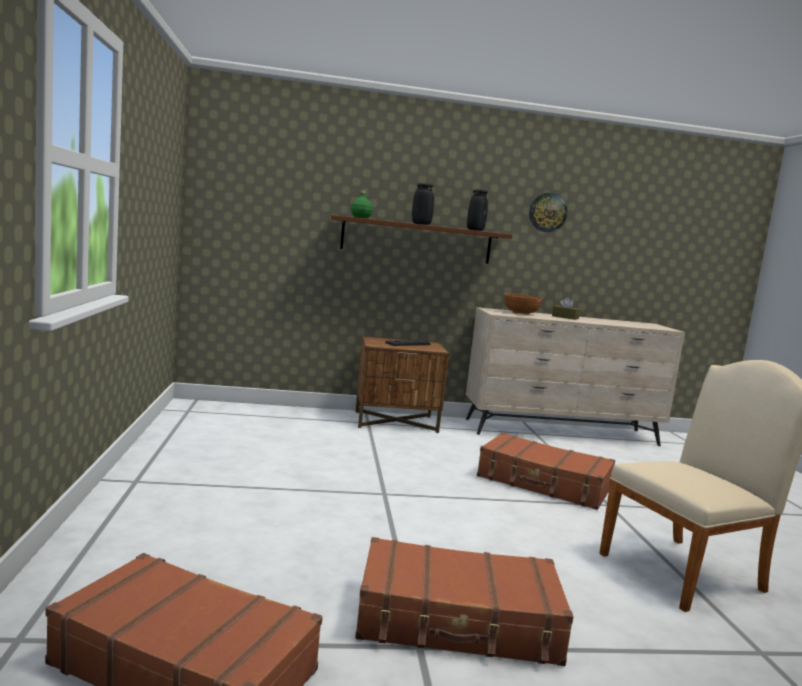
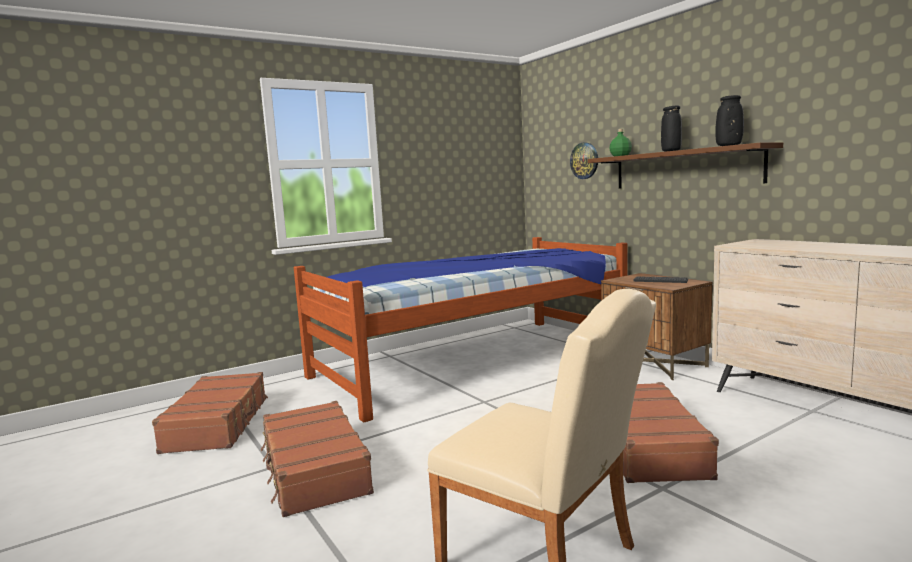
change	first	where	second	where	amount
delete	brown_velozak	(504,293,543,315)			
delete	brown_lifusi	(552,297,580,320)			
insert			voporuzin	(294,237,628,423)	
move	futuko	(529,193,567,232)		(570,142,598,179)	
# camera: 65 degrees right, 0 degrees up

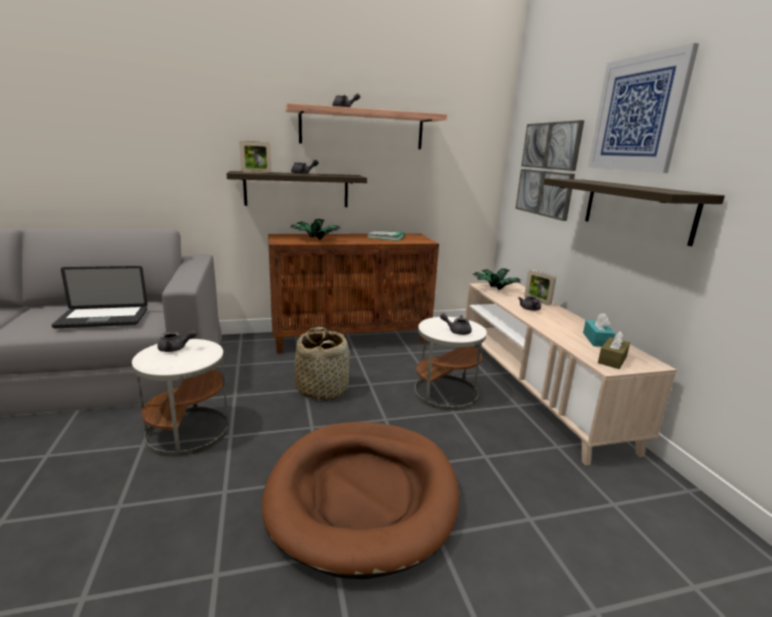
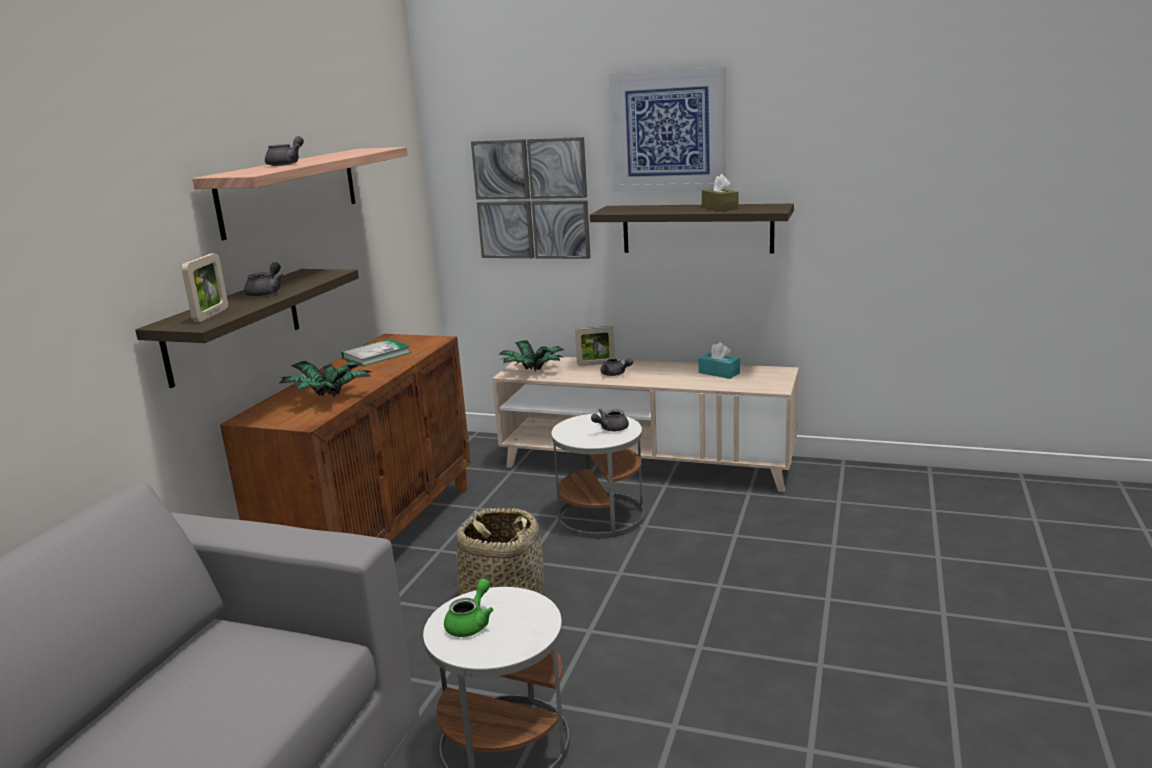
change	first	where	second	where	amount
delete	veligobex	(52,266,148,328)			
delete	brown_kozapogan	(262,422,459,579)			
move	brown_lifusi	(598,331,630,369)		(702,174,739,211)	
recolor	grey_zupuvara	(158,330,197,352)	green_zupuvara	(444,578,493,637)	
# camera: 55 degrees left, 0 degrees up

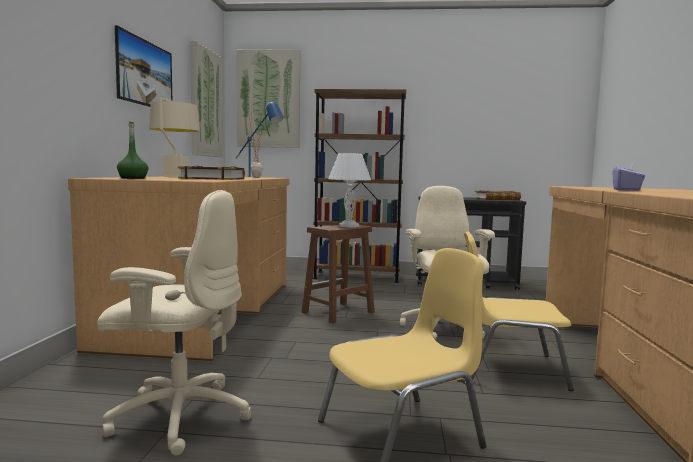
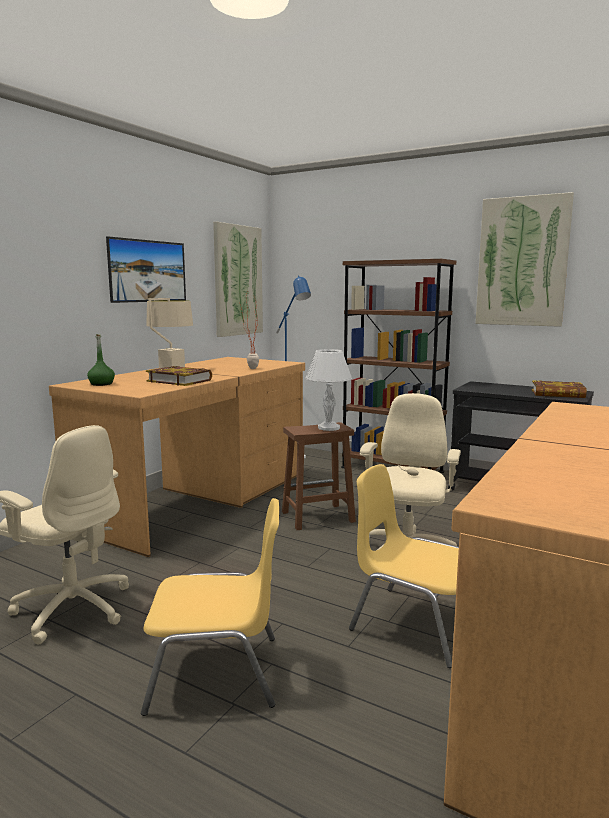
change	first	where	second	where	amount
delete	purple_lifusi	(613,161,645,191)			
move	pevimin	(237,49,300,148)		(475,192,574,327)	
# camera: 25 degrees right, 5 degrees up

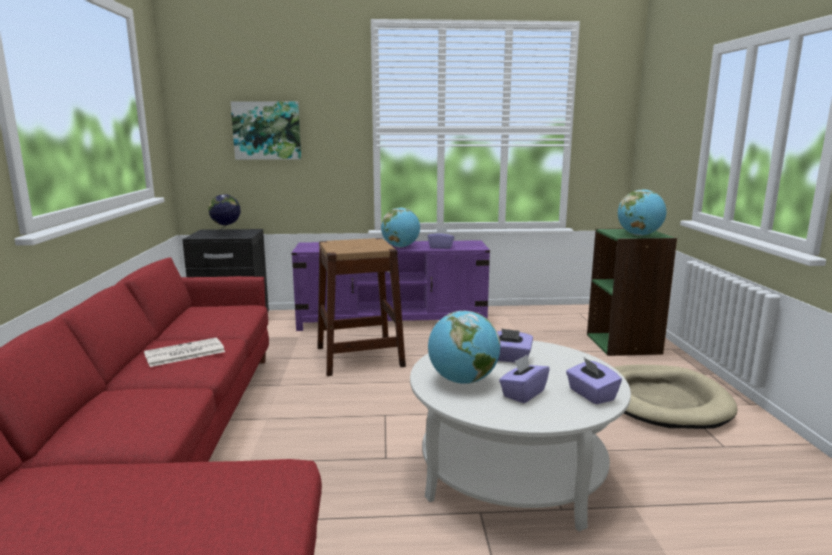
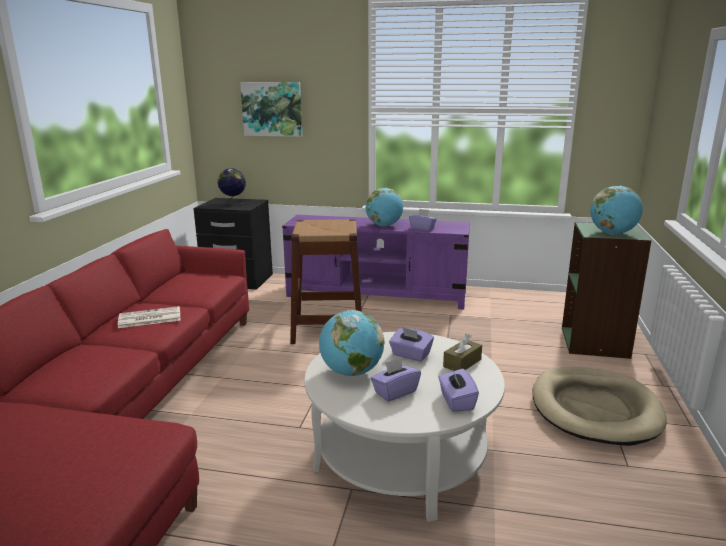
change	first	where	second	where	amount
insert			brown_lifusi	(443,334,482,371)	
# camera: 15 degrees right, 5 degrees up

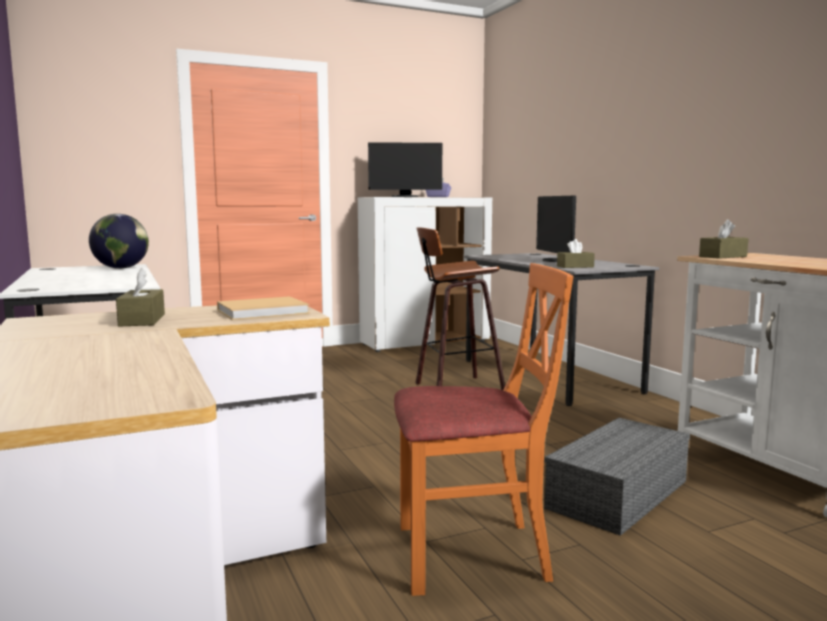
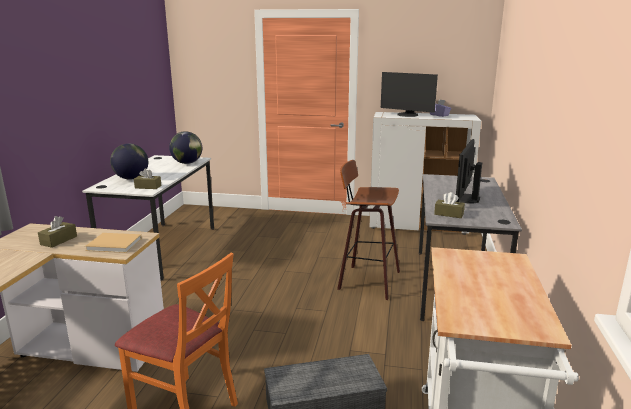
change	first	where	second	where	amount
insert			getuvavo	(110,143,148,180)	
move	brown_lifusi	(699,219,749,259)		(134,168,162,189)	
# camera: 35 degrees right, 10 degrees up

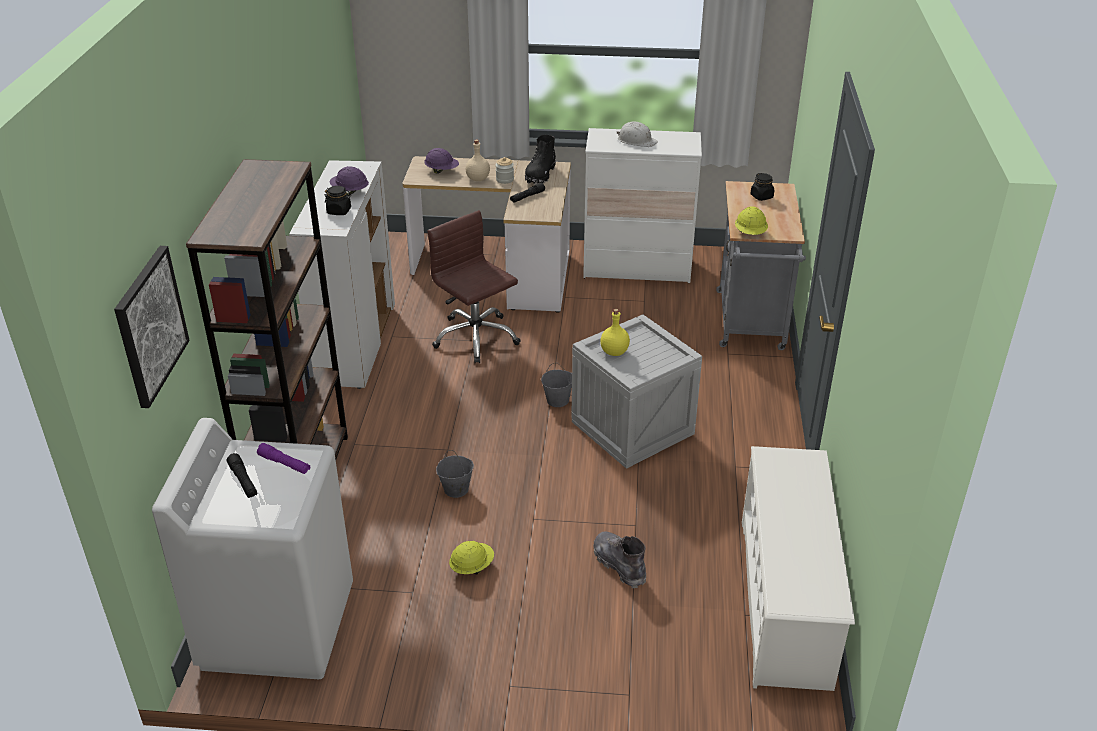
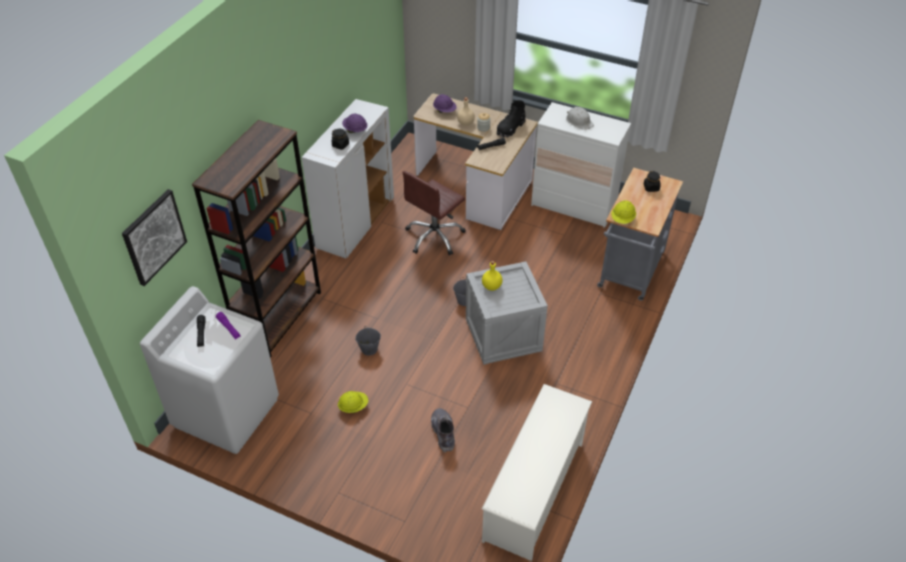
change	first	where	second	where	amount
rotate	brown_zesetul	(428,210,521,364)		(403,171,466,255)	120 degrees counterclockwise
# camera: 20 degrees right, 10 degrees up

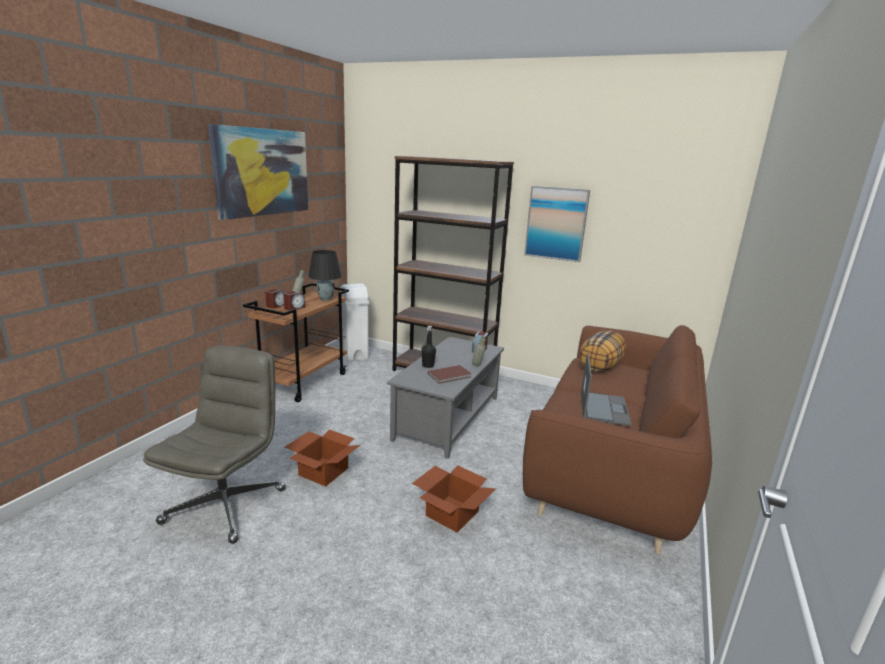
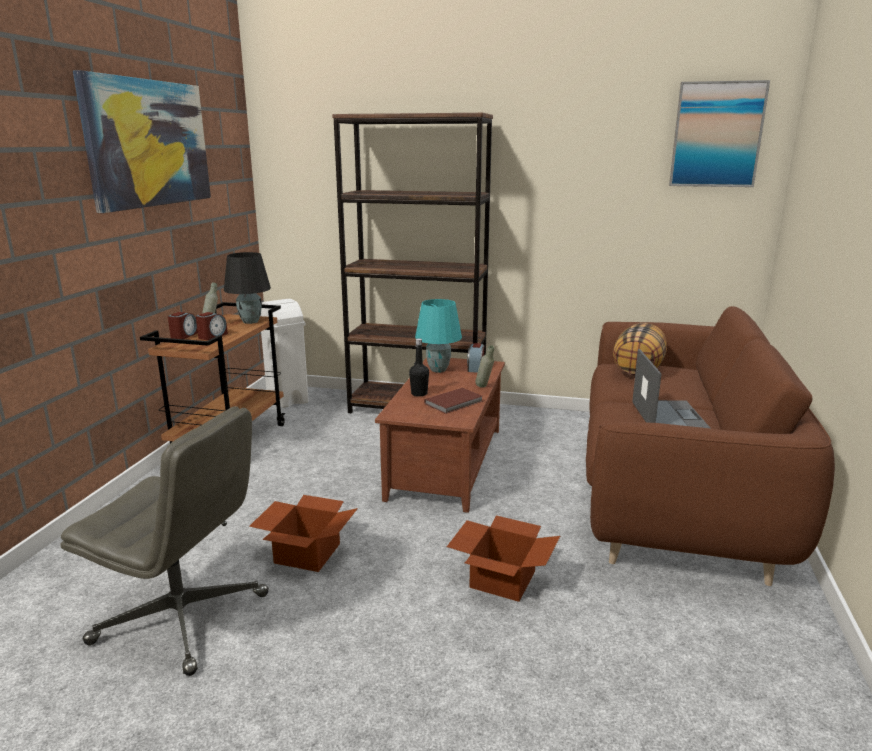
change	first	where	second	where	amount
insert			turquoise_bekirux	(415,299,462,373)	
move	pevimin	(524,186,590,262)		(669,80,770,187)	
recolor	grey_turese	(387,337,504,459)	brown_turese	(375,357,505,513)	
rotate	grey_zesetul	(143,345,286,544)		(61,406,269,676)	105 degrees clockwise
# camera: 10 degrees left, 0 degrees up

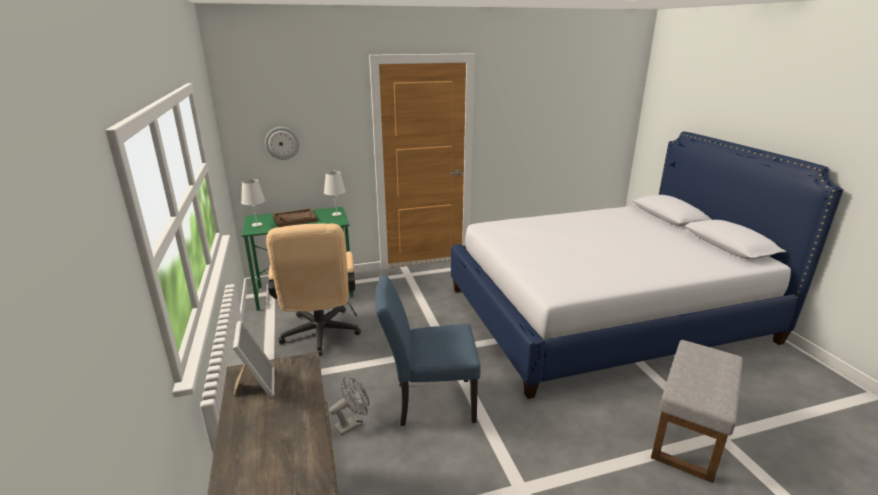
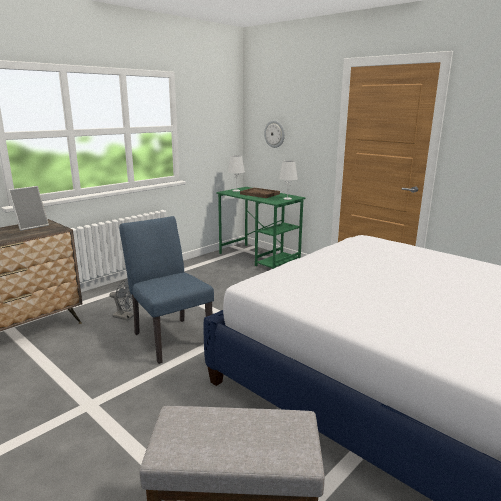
change	first	where	second	where	amount
delete	beige_zesetul	(266,223,361,356)			
# camera: 60 degrees right, 5 degrees down

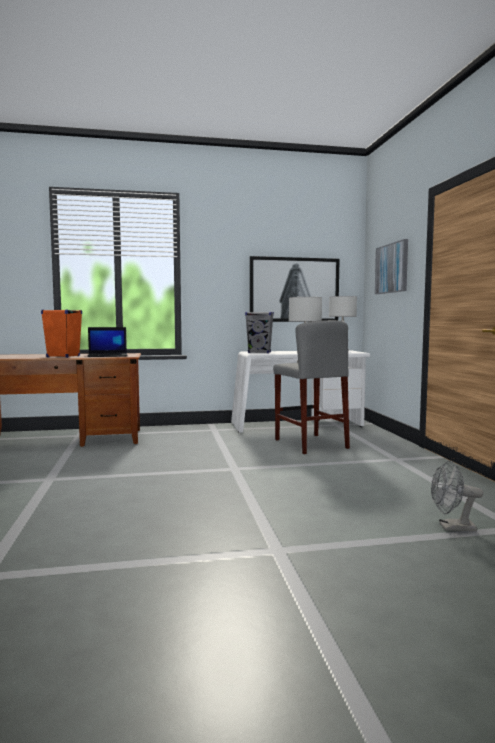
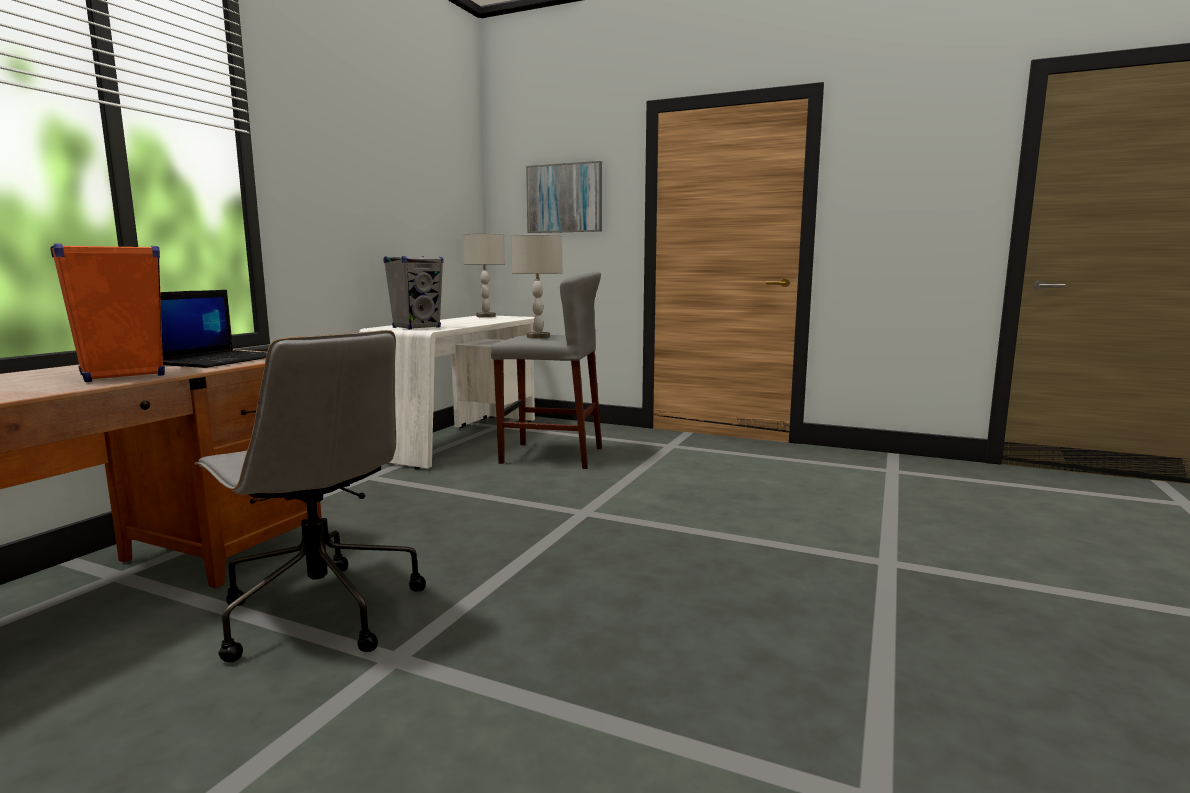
change	first	where	second	where	amount
delete	pevimin	(250,256,340,322)			
delete	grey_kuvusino	(431,461,483,531)			
insert			grey_zesetul	(195,330,426,663)	
# camera: 55 degrees left, 5 degrees up

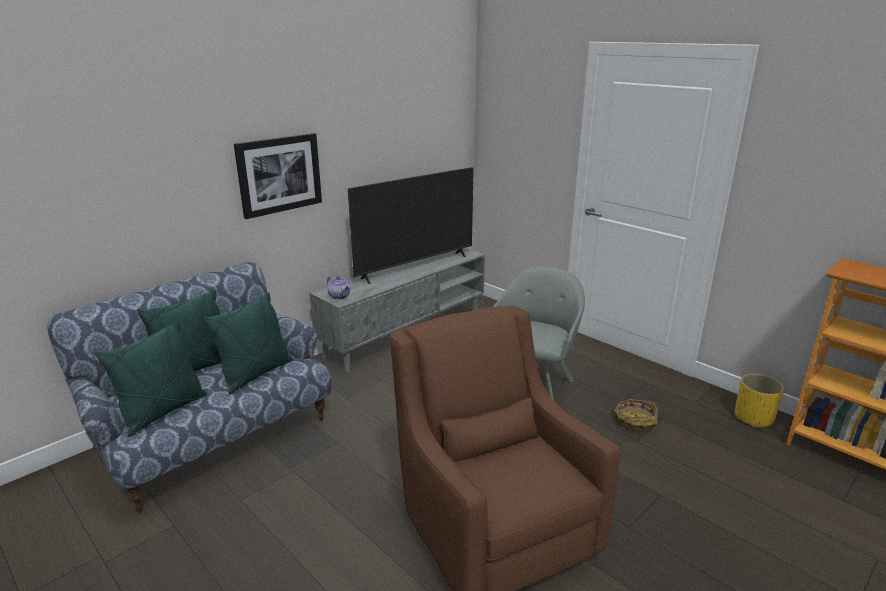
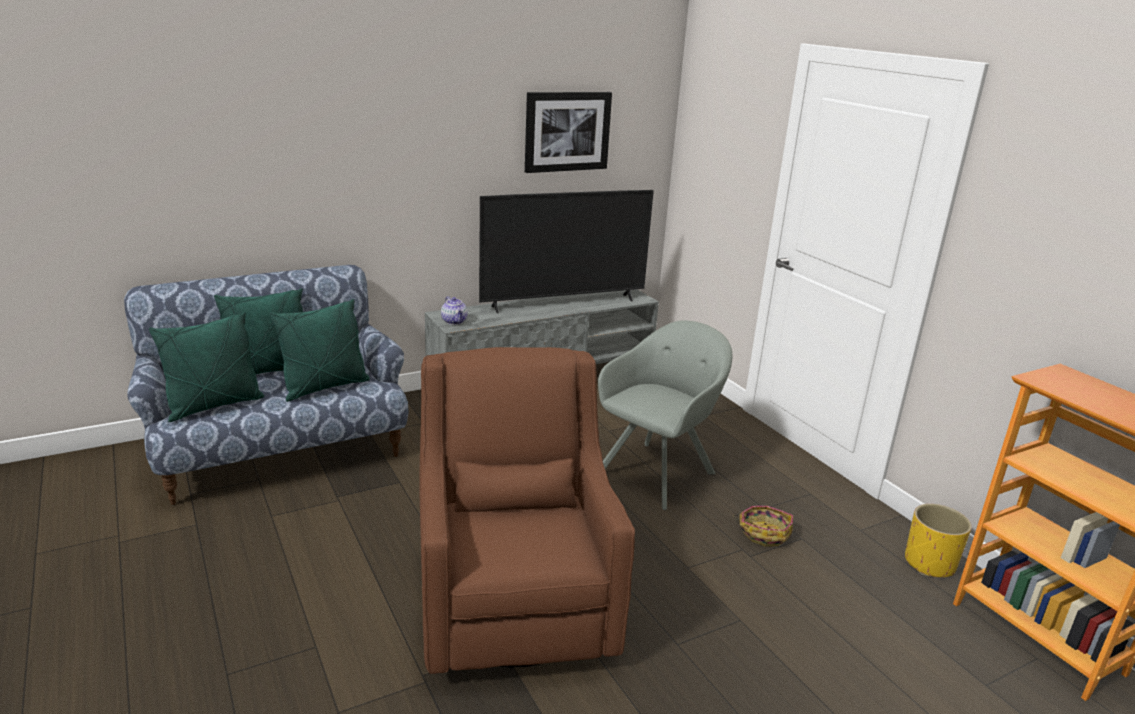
change	first	where	second	where	amount
move	pevimin	(234,133,322,219)		(525,92,612,173)	
# camera: 15 degrees right, 0 degrees up

